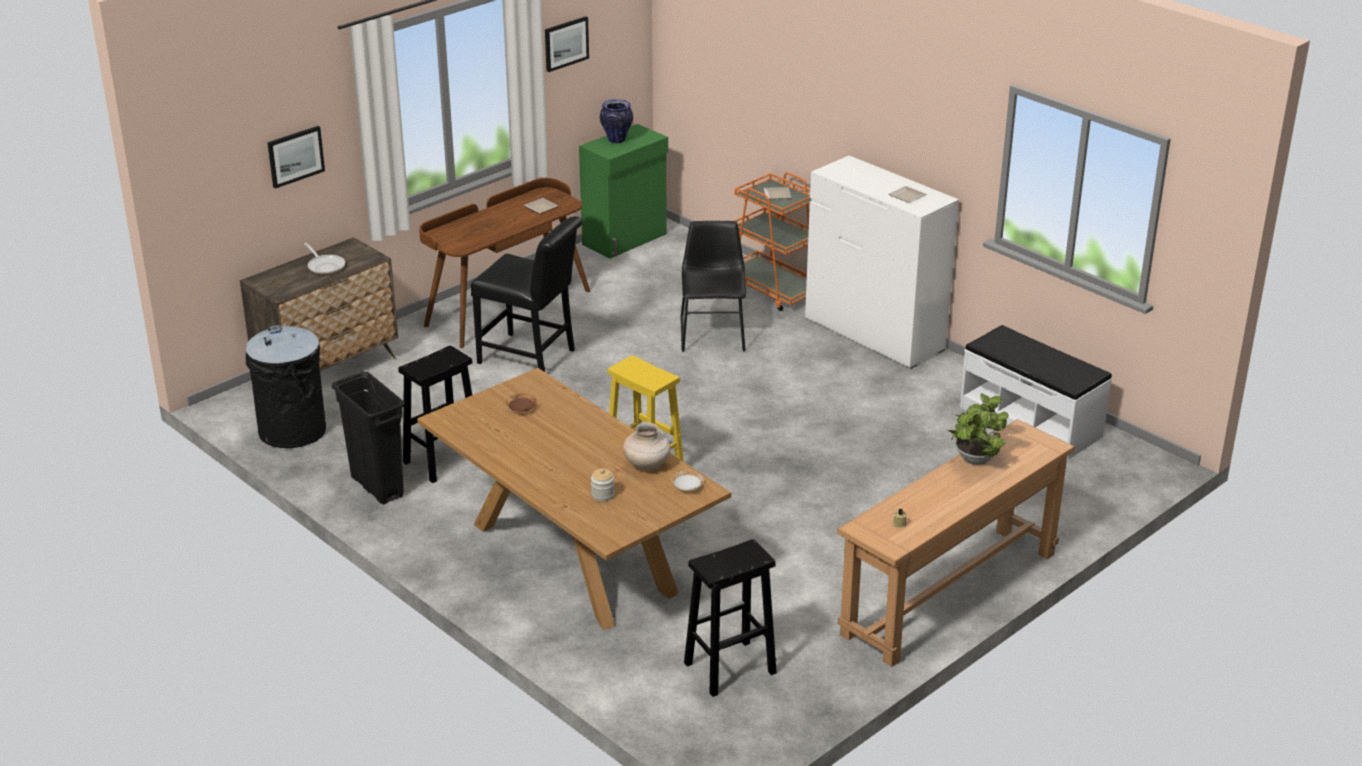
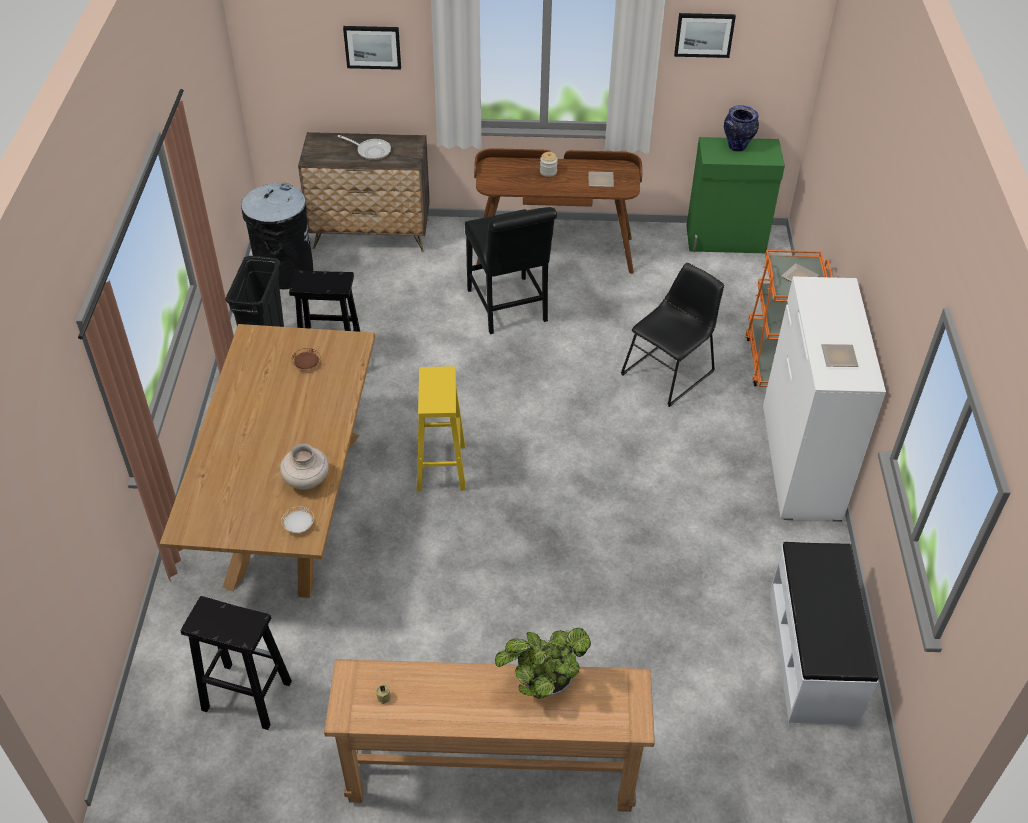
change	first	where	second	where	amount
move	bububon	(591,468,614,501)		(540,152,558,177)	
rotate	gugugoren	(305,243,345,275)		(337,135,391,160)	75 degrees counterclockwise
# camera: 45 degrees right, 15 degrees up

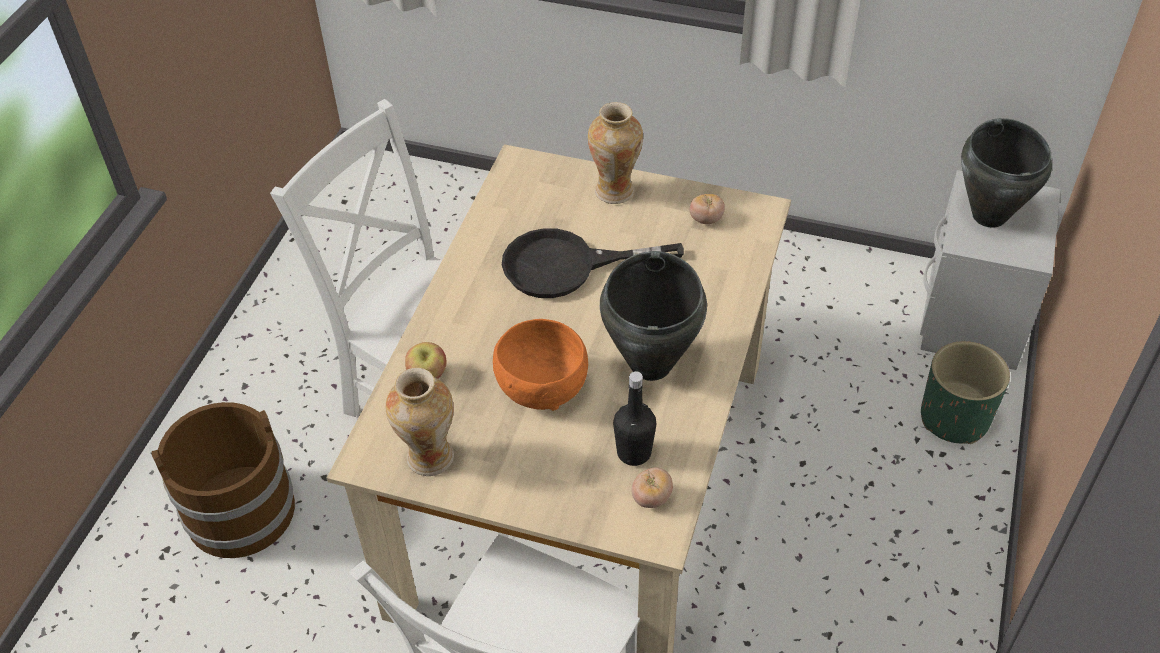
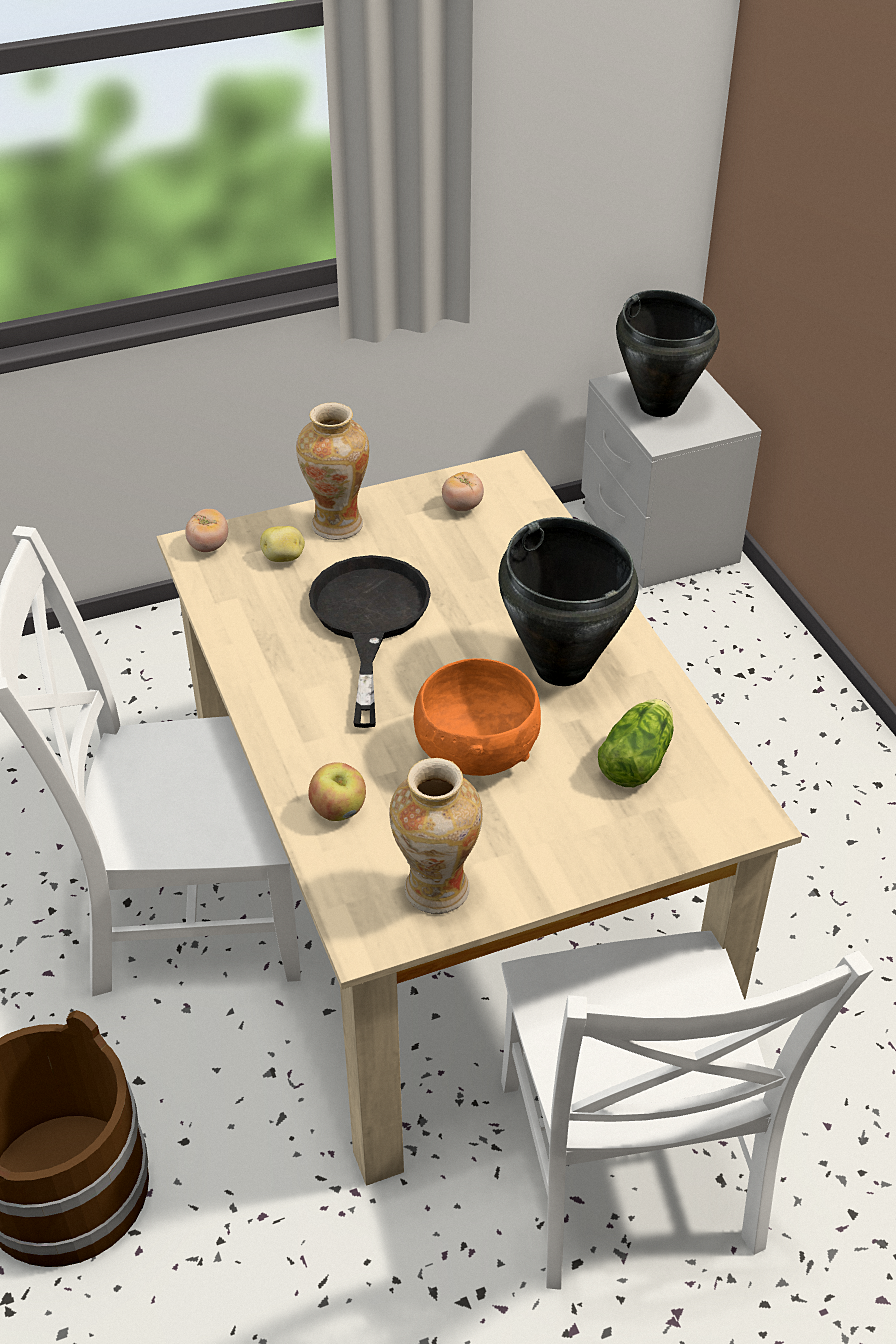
change	first	where	second	where	amount
delete	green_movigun	(921,341,1010,444)			
insert			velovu	(260,526,305,562)	
move	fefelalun	(632,468,673,508)		(185,509,228,552)	
replace	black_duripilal	(613,371,656,466)	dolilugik	(598,699,674,787)	
rotate	black_gugugoren	(502,228,684,298)		(309,555,431,728)	135 degrees clockwise
# camera: 40 degrees left, 5 degrees down

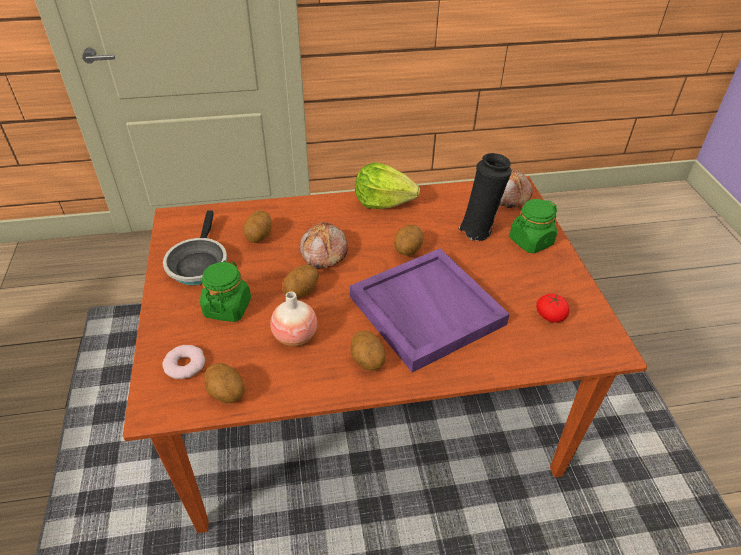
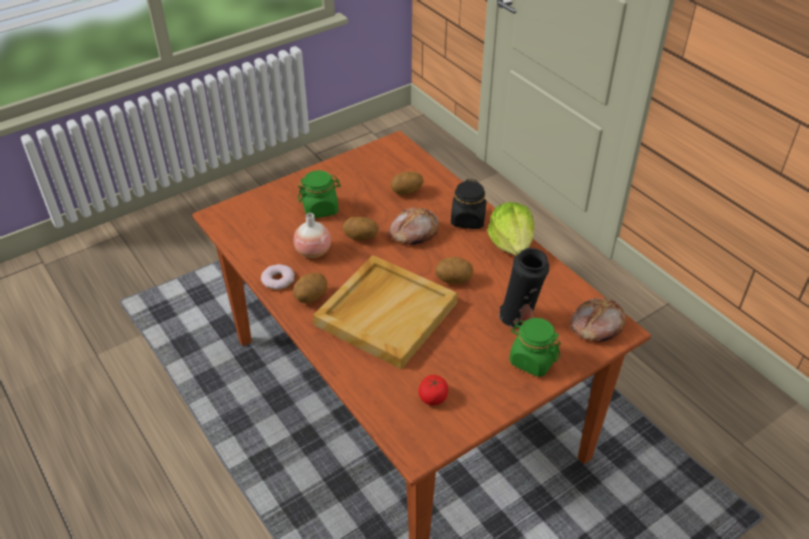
change	first	where	second	where	amount
delete	gugugoren	(163,210,227,285)			
delete	velovu	(204,363,245,404)			
insert			black_bububon	(451,179,486,229)	
move	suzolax	(162,345,205,379)		(261,264,295,290)	
recolor	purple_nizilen	(350,248,510,372)	beige_nizilen	(313,255,458,369)	
# camera: 65 degrees right, 0 degrees up

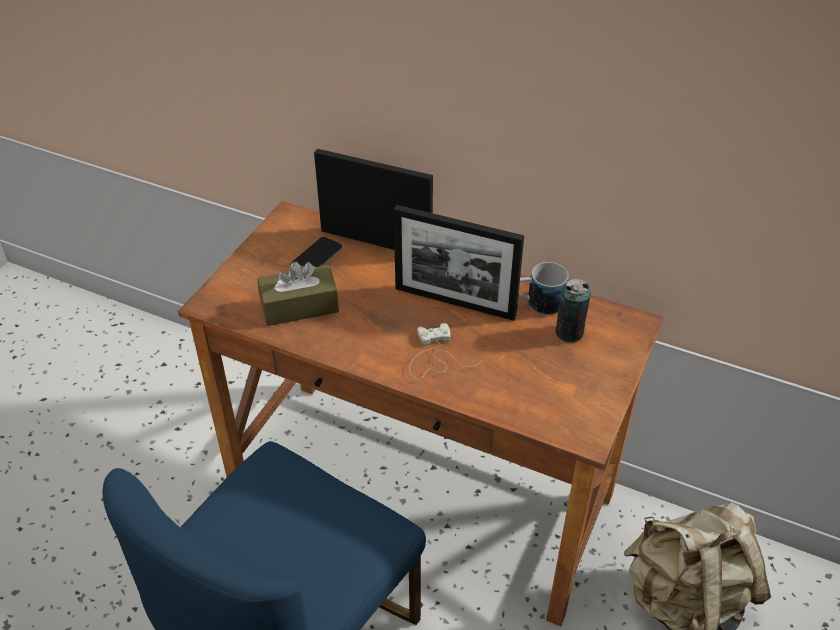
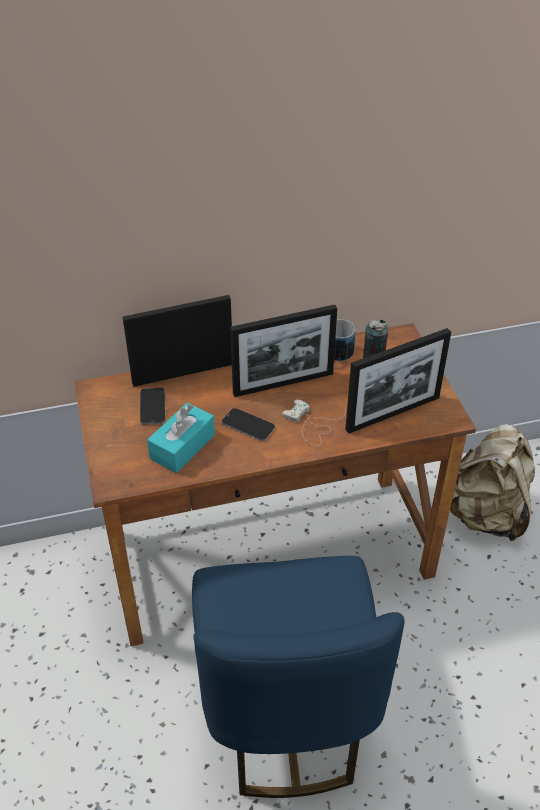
change	first	where	second	where	amount
insert			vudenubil	(222,408,275,441)	
insert			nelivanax	(345,328,451,433)	
recolor	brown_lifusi	(257,261,339,326)	turquoise_lifusi	(147,402,215,473)	
# camera: 40 degrees left, 0 degrees up

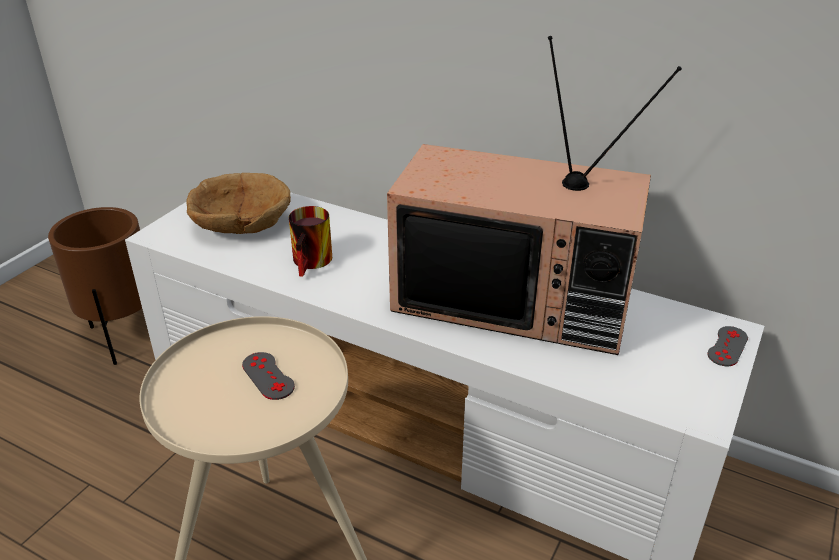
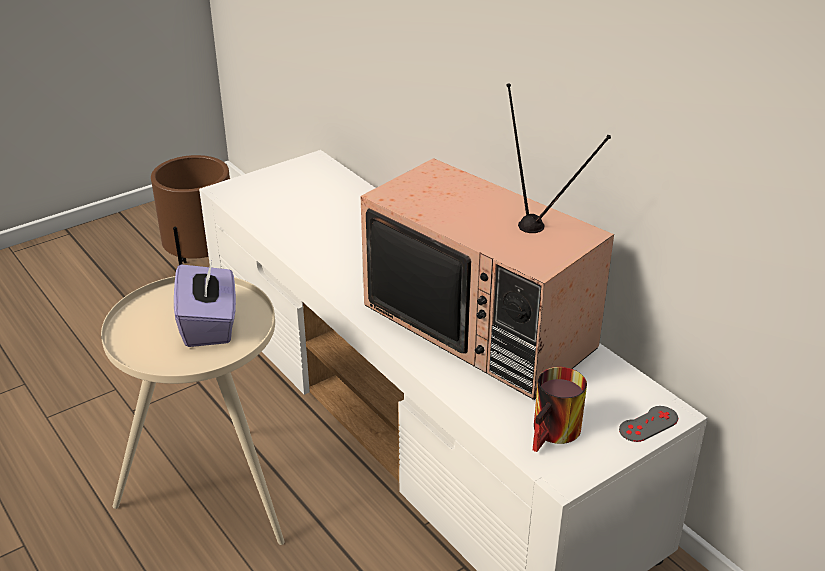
change	first	where	second	where	amount
delete	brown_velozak	(186,173,291,234)			
move	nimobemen	(289,206,332,277)		(533,367,587,452)	
replace	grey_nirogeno	(242,352,295,400)	purple_lifusi	(174,261,236,347)	
# camera: 25 degrees right, 0 degrees up

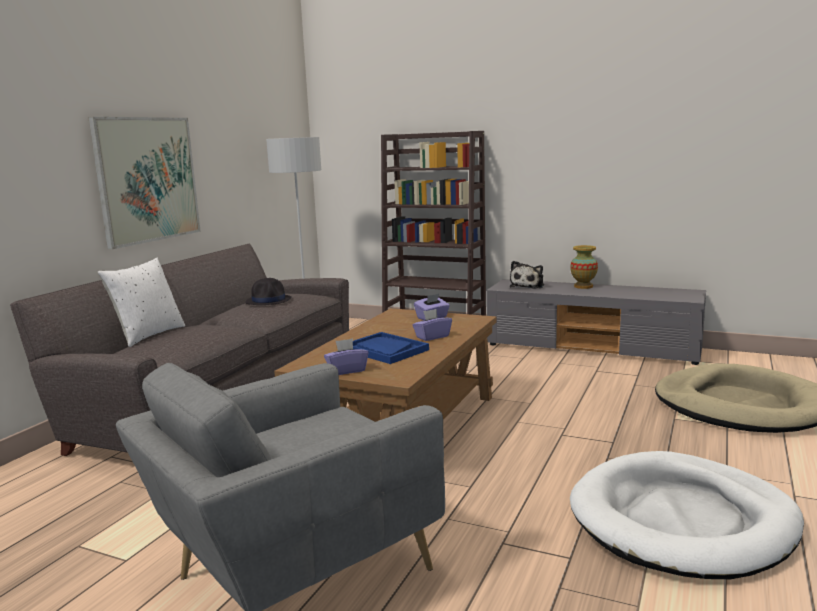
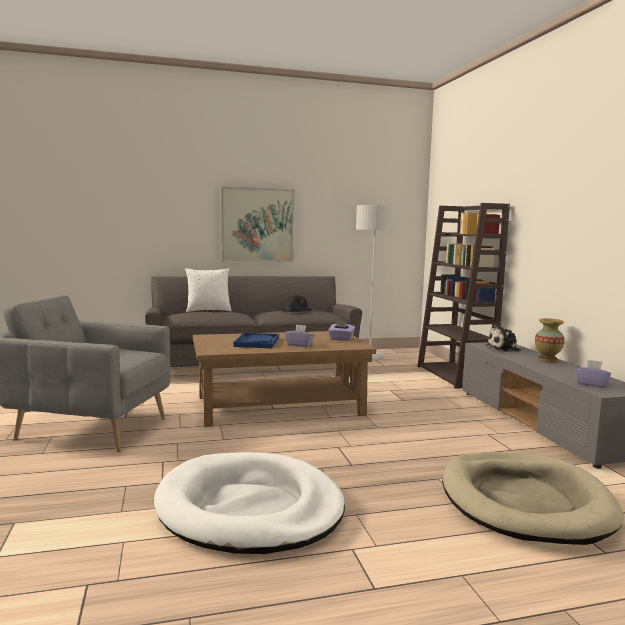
change	first	where	second	where	amount
move	purple_lifusi	(324,338,368,375)		(576,360,611,388)	
# camera: 50 degrees right, 5 degrees down

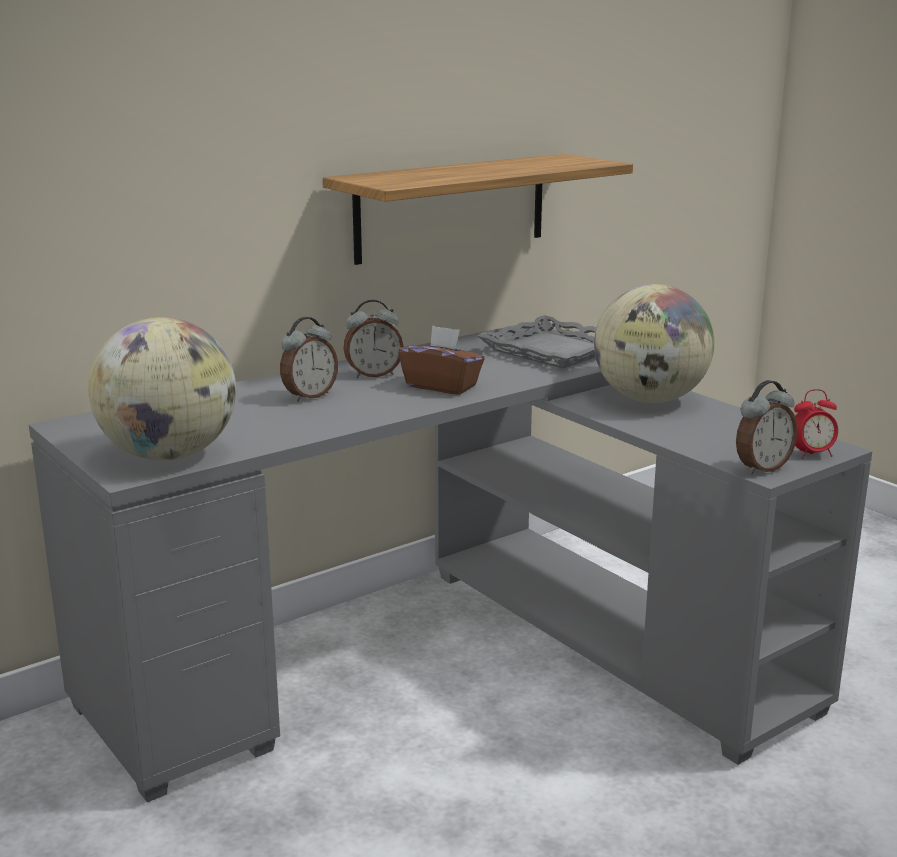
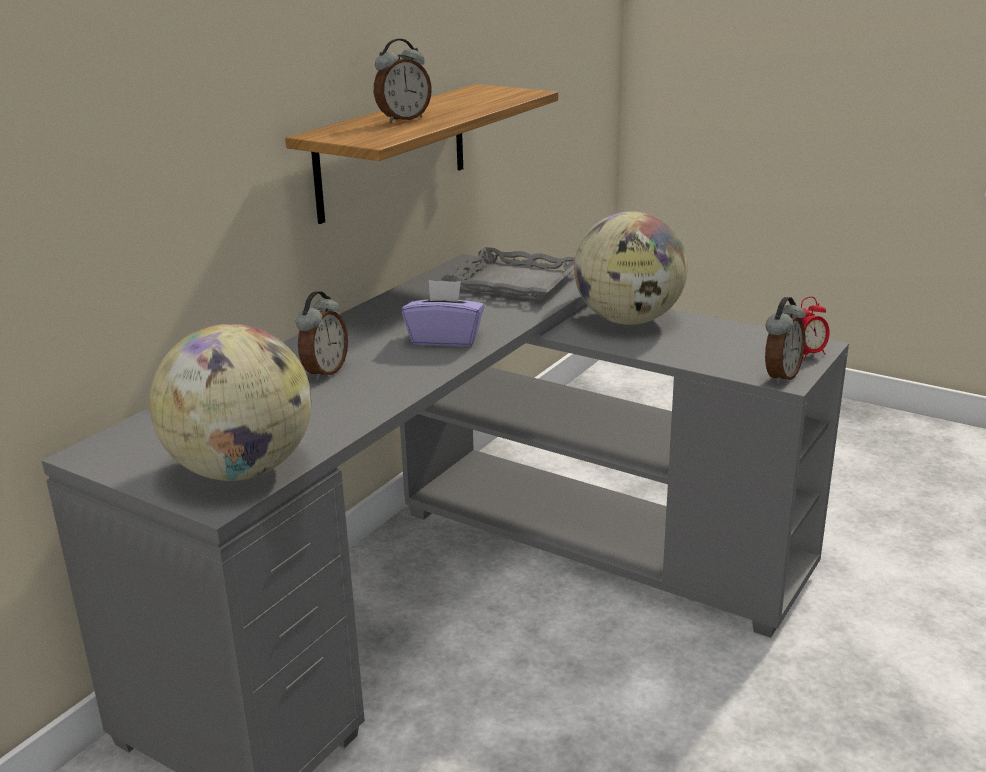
change	first	where	second	where	amount
move	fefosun	(343,300,404,378)		(374,39,432,123)	
recolor	brown_lifusi	(398,325,485,395)	purple_lifusi	(402,280,485,347)	
# camera: 20 degrees left, 5 degrees up

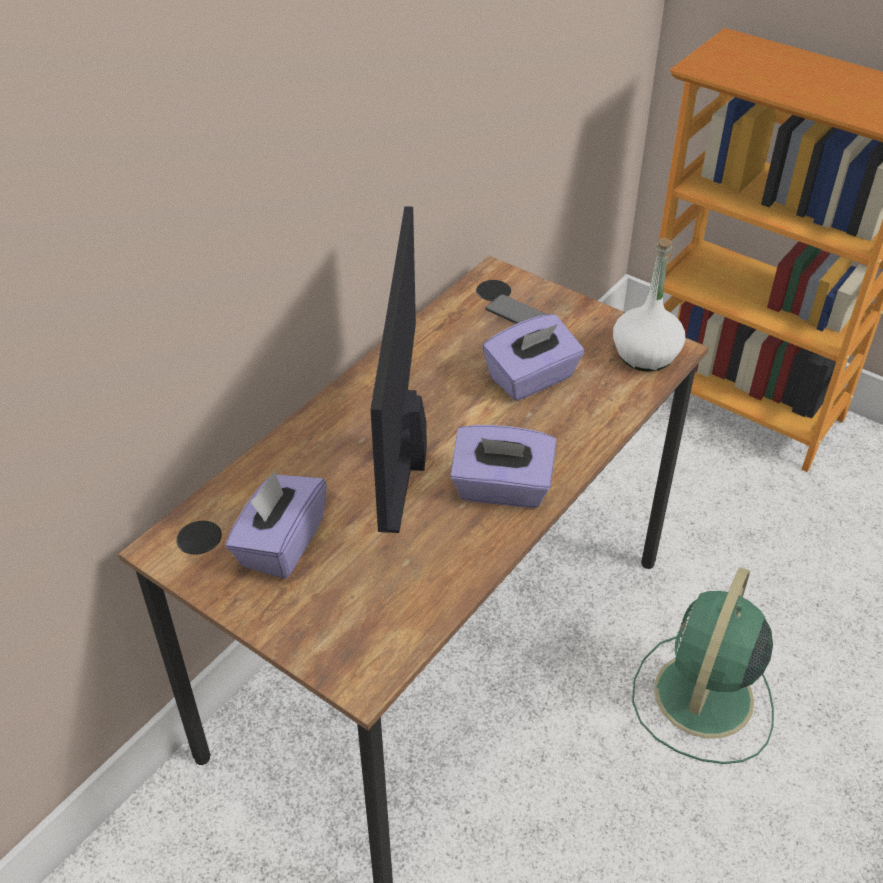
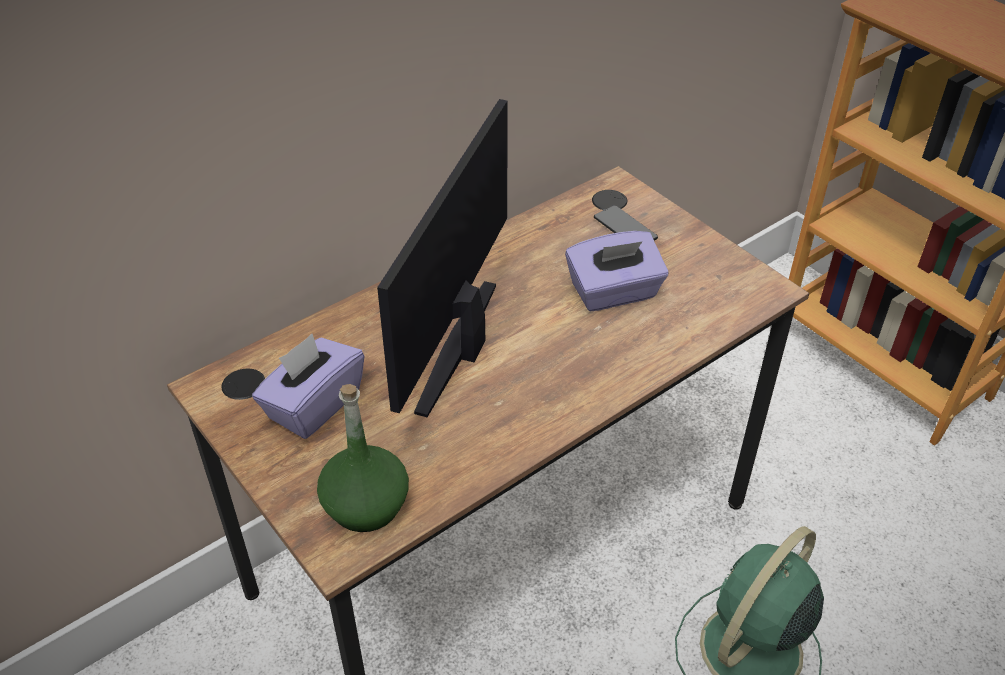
change	first	where	second	where	amount
delete	purple_lifusi	(450,425,556,508)			
delete	white_duripilal	(613,238,685,372)			
insert			green_duripilal	(317,384,409,532)	
# camera: 15 degrees right, 0 degrees up

